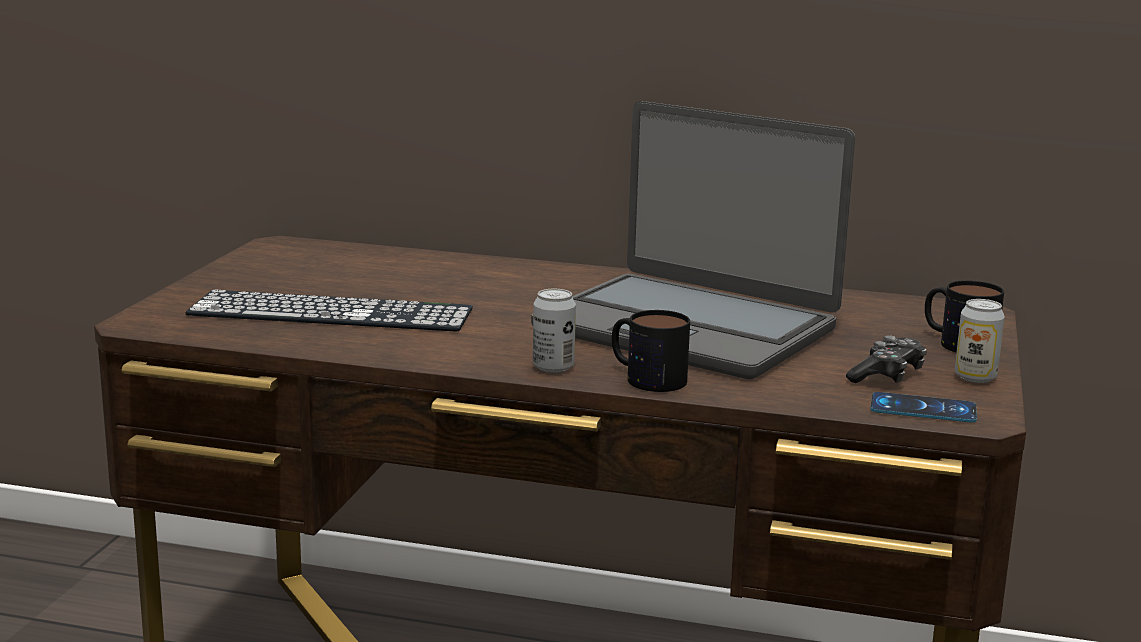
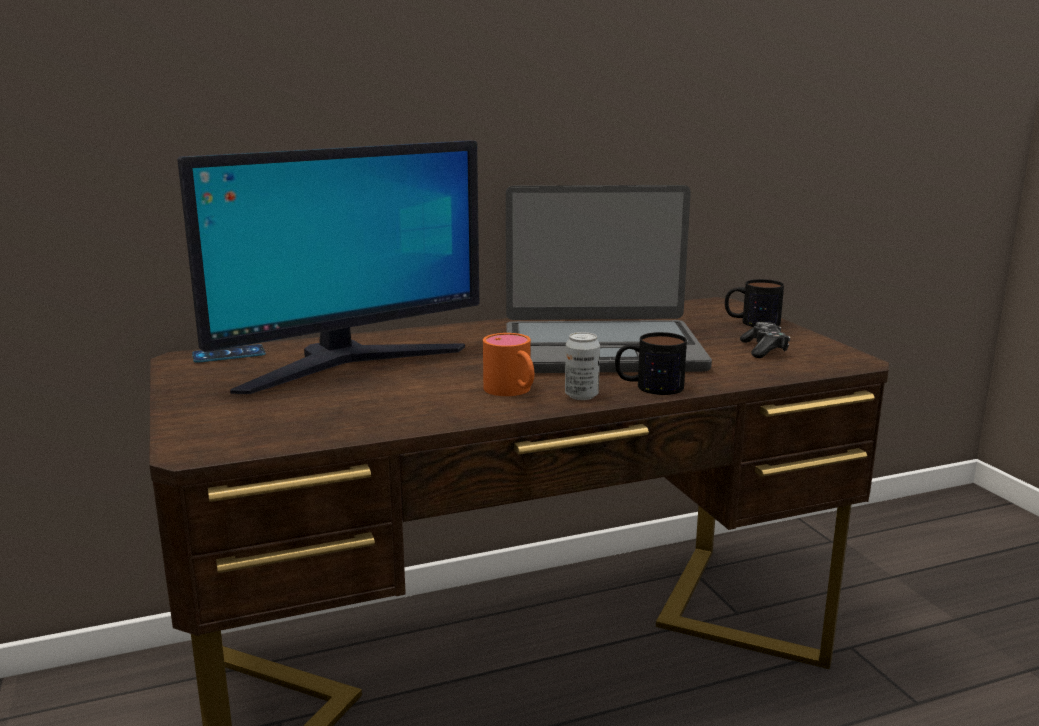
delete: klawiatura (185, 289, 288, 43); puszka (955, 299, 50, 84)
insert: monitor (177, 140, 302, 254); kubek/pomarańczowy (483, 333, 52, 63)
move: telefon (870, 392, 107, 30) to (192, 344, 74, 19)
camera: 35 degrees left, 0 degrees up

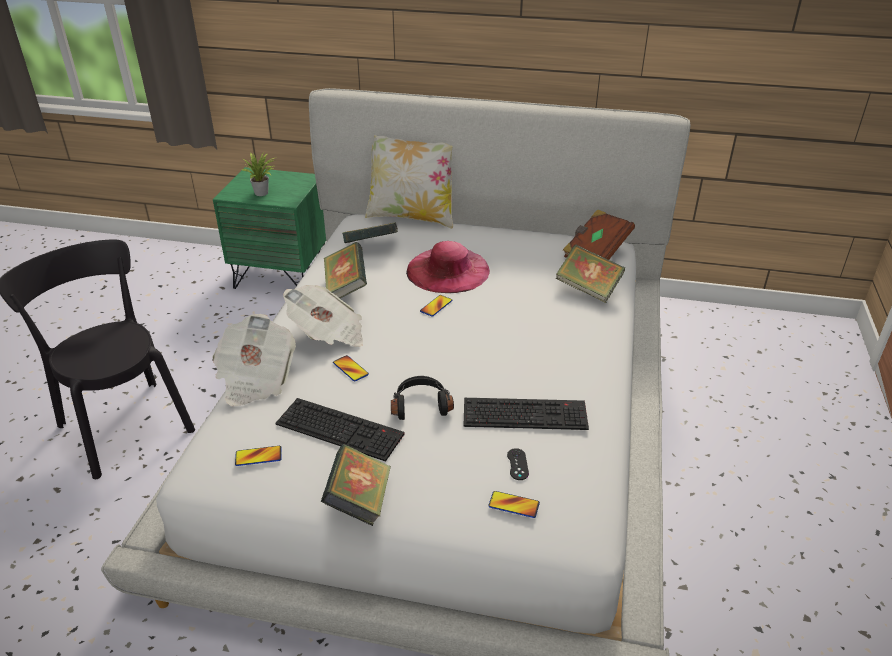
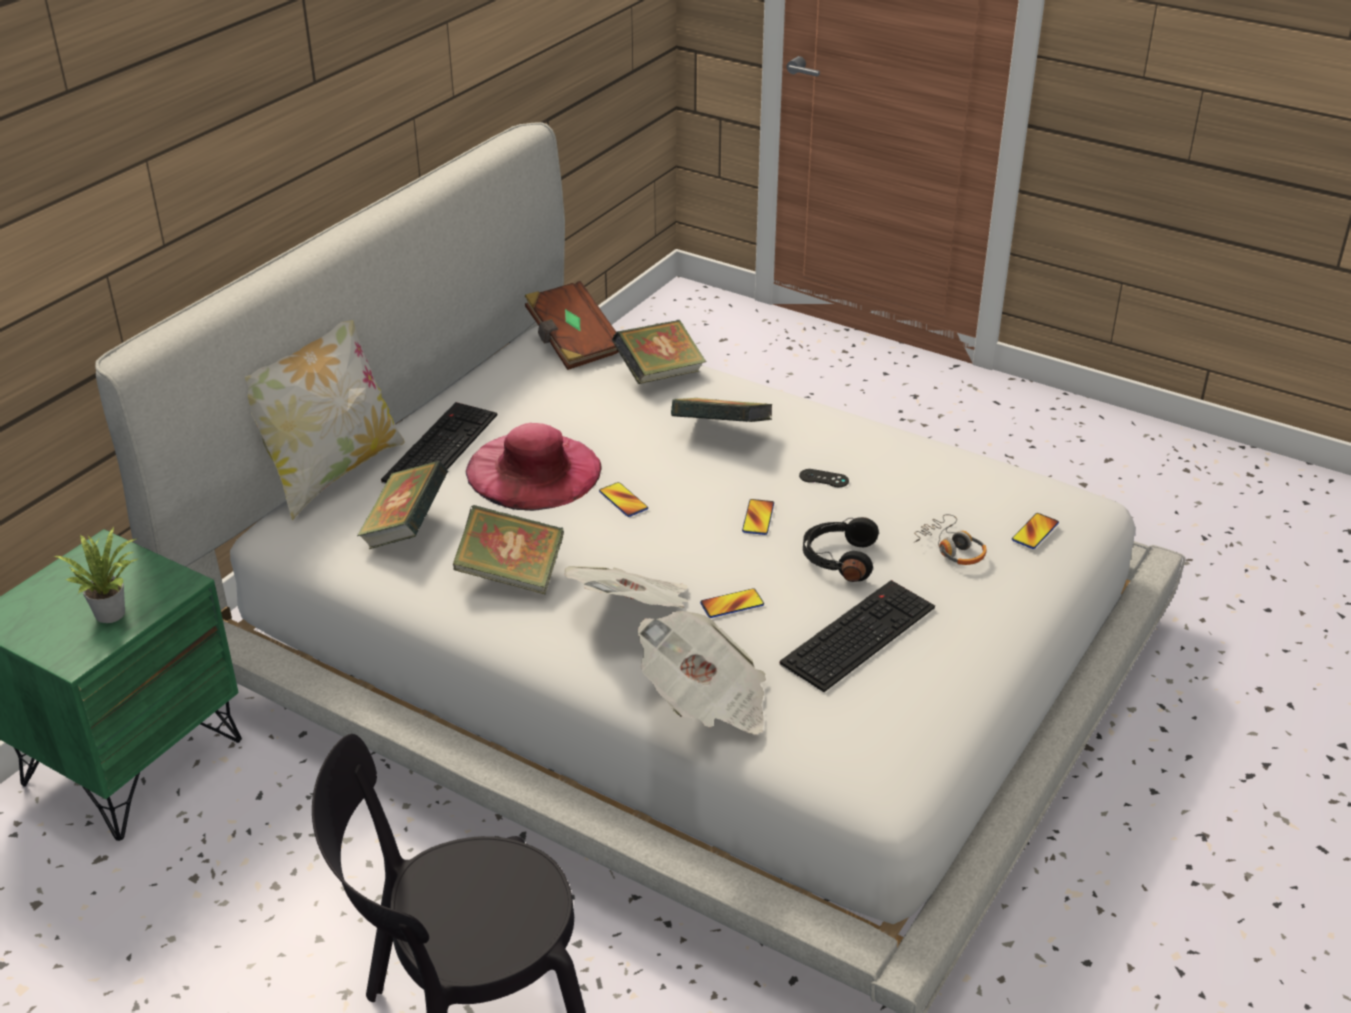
insert: słuchawki (914, 514, 73, 51)
move: klawiatura (464, 398, 125, 32) to (381, 402, 116, 82); książka (321, 444, 70, 82) to (671, 398, 101, 24); telefon (235, 446, 46, 20) to (742, 499, 32, 36); pad do gier/czarny (507, 448, 22, 32) to (799, 469, 50, 18)
camera: 70 degrees left, 0 degrees up

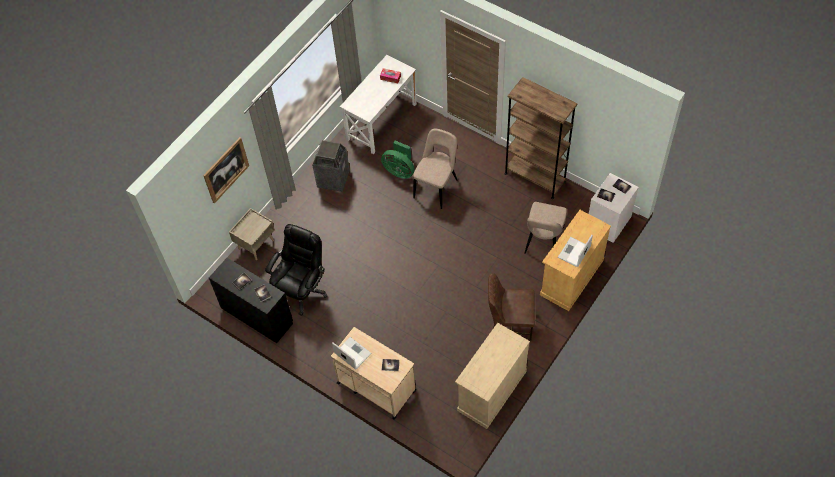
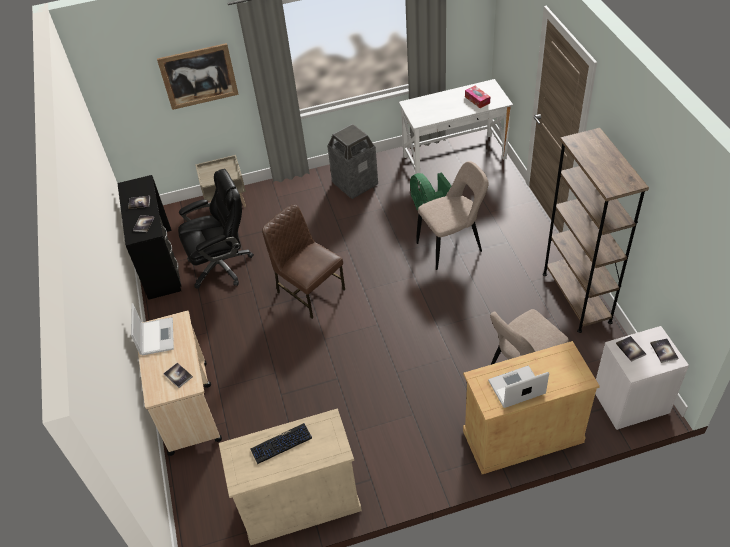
insert: klawiatura (250, 423, 62, 41)
move: krzesło/brązowy (488, 273, 47, 67) to (262, 205, 83, 114)
camera: 40 degrees right, 10 degrees down

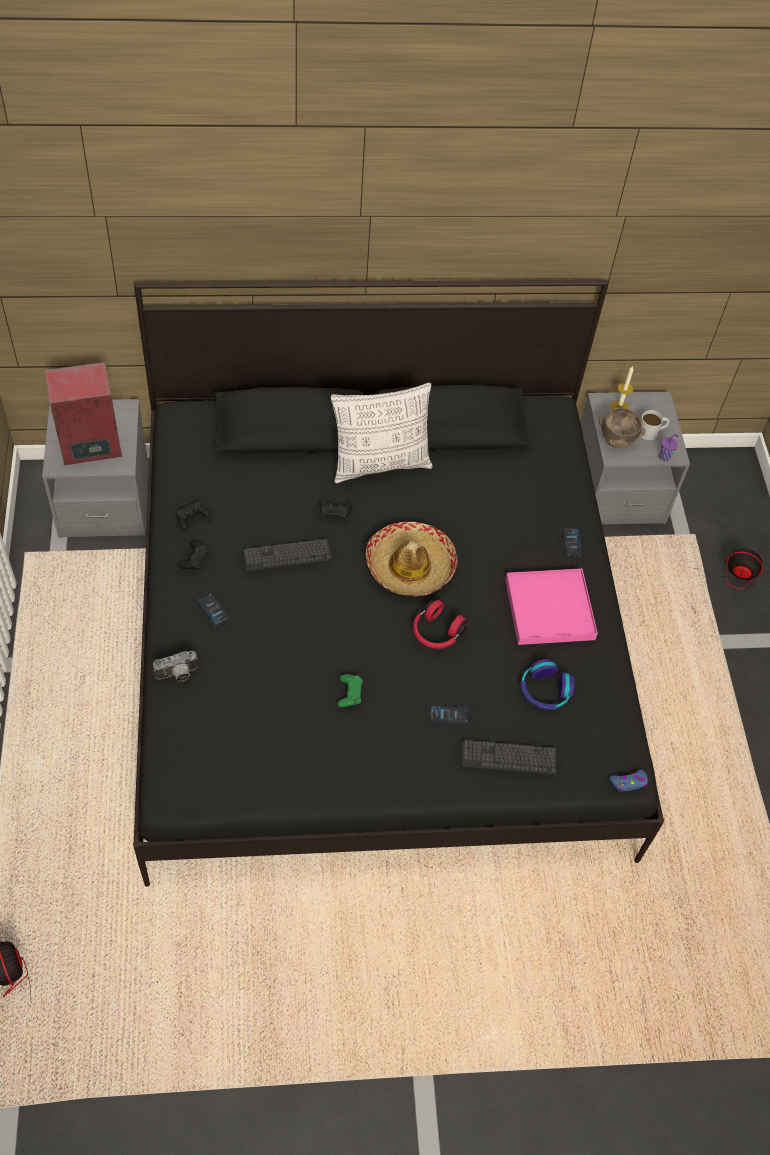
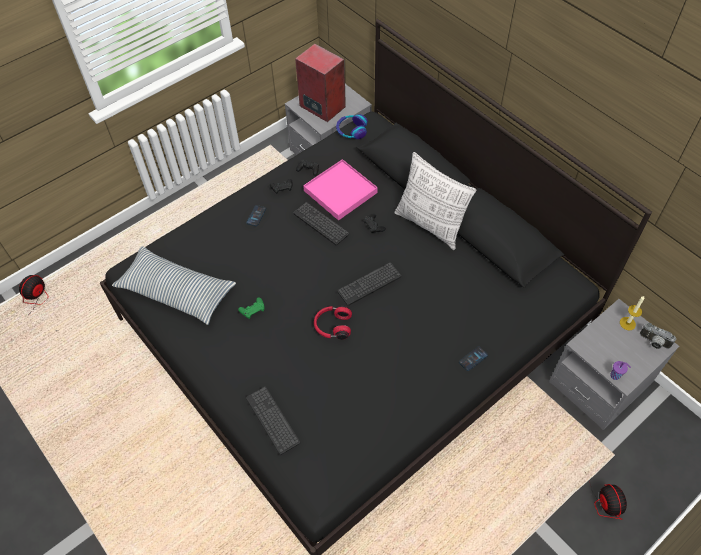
delete: telefon (430, 705, 39, 19); miska/brązowy (599, 408, 47, 40); pad do gier/niebieski (609, 769, 39, 23); kubek/biały (641, 410, 29, 30)
insert: poduszka (112, 246, 124, 79)
move: taca/różowy (505, 569, 93, 76) to (303, 159, 75, 62); słuchawki (521, 659, 54, 51) to (336, 114, 32, 25); aparat fotograficzny (153, 651, 45, 31) to (640, 323, 36, 26)
replace: kapelusz (366, 522, 92, 74) to klawiatura (337, 262, 64, 44)
camera: 60 degrees right, 0 degrees up

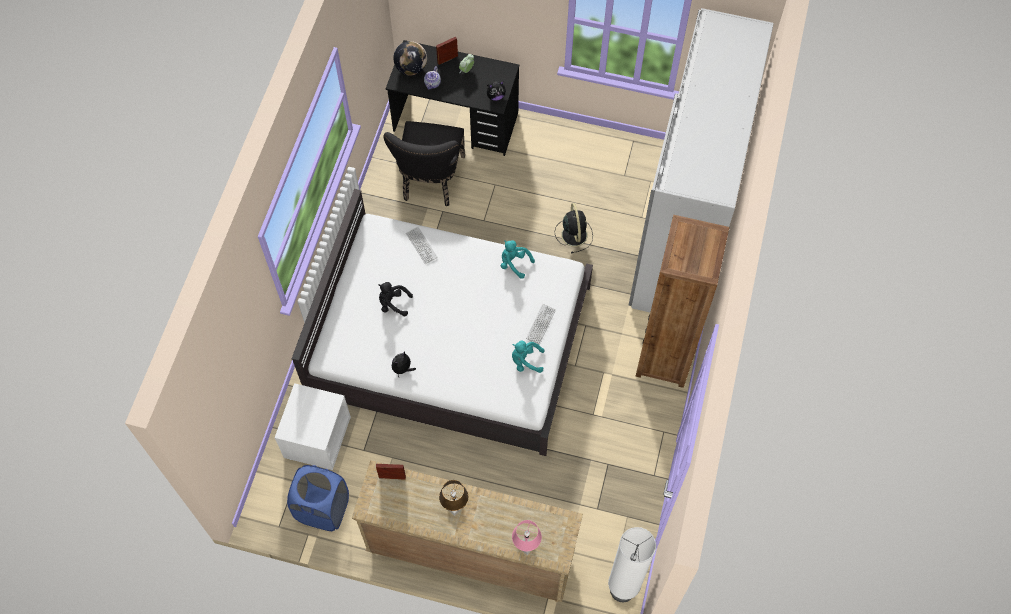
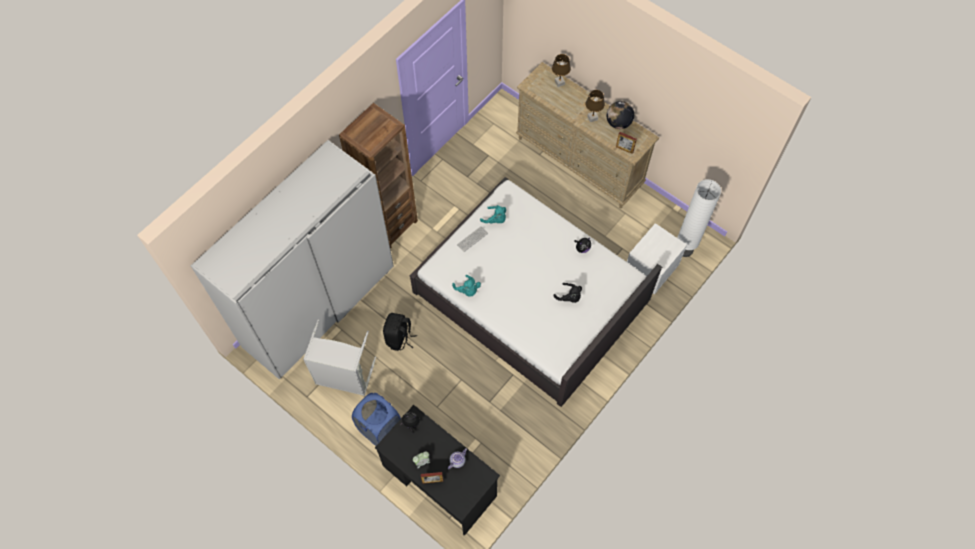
delete: krzesło/czarny (383, 121, 82, 85); klawiatura (406, 227, 32, 37)
insert: kosz na pranie/szary (303, 319, 73, 77)
move: kosz na pranie/niebieski (287, 465, 62, 66) to (352, 393, 49, 53); globus (393, 41, 34, 35) to (606, 101, 28, 28); lampa stojąca/biały (608, 527, 48, 76) to (677, 179, 44, 78)
replace: wentylator/czarny (554, 203, 39, 51) to plecak/czarny (383, 313, 34, 38)
recolor: lampa stołowa/różowy (512, 520, 30, 35) to lampa stołowa/brązowy (552, 54, 19, 33)
camera: 155 degrees left, 0 degrees up

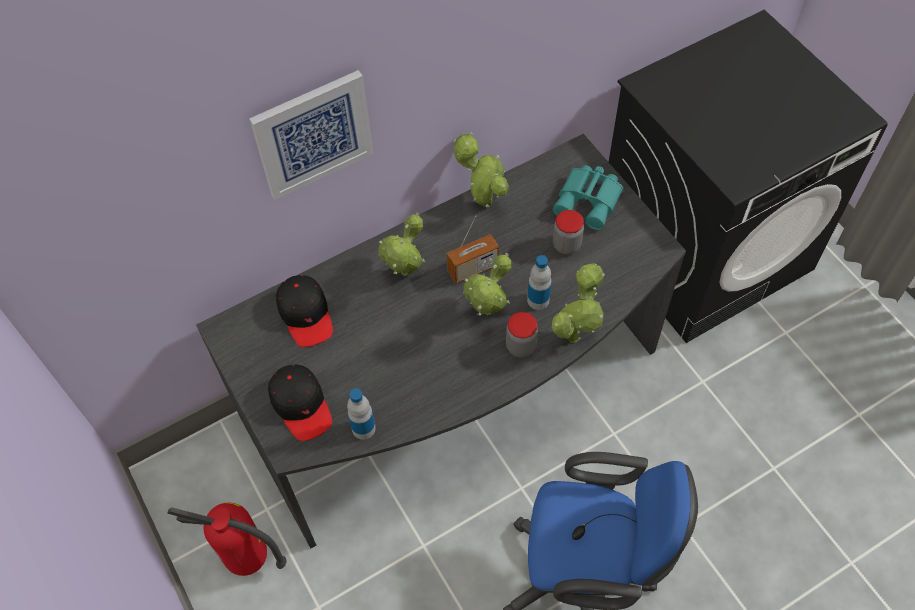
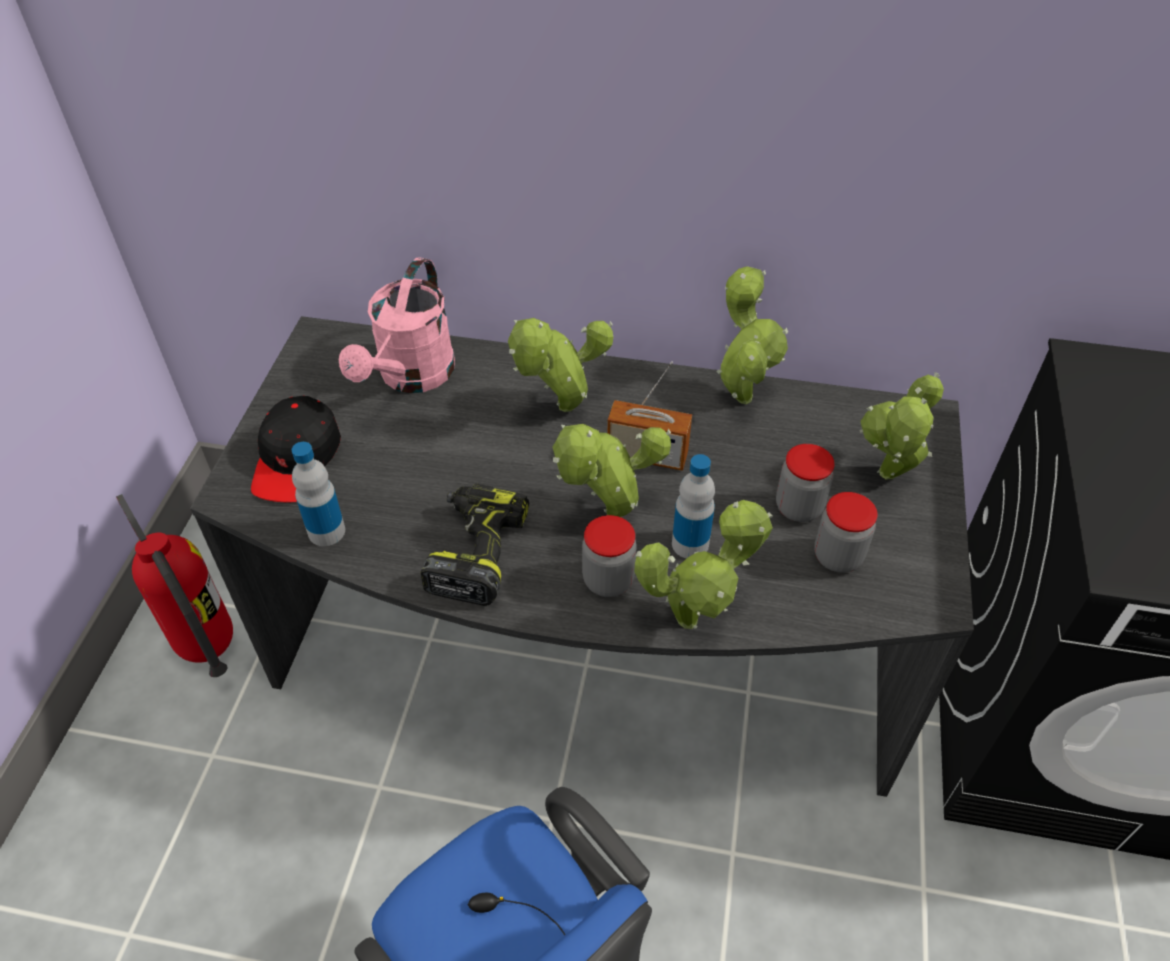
delete: obraz (249, 70, 125, 130)
insert: wiertarka (420, 483, 109, 123); słoik (814, 492, 63, 81)
replace: czapka z daszkiem/czarny (276, 275, 57, 72) to konewka/różowy (339, 257, 116, 136); lornetka/turkusowy (553, 165, 70, 65) to roślina doniczkowa (860, 372, 84, 108)
camera: 40 degrees right, 10 degrees down

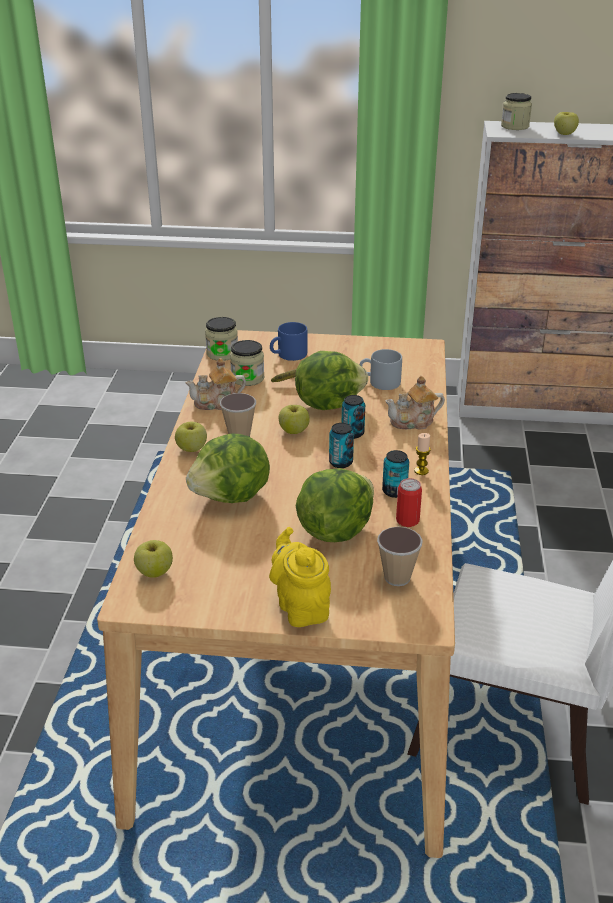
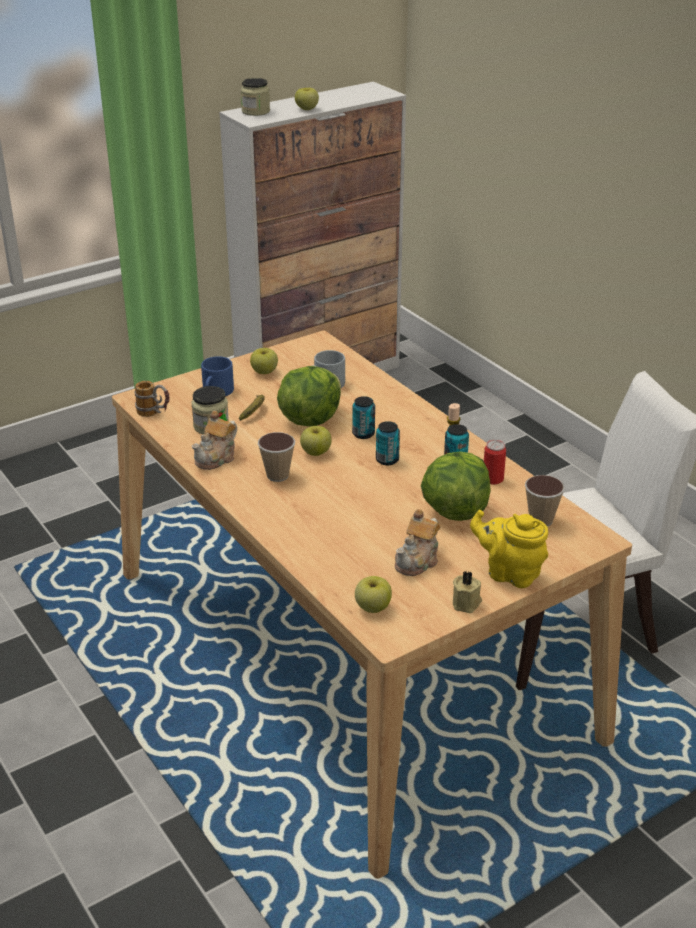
delete: sałata (186, 434, 84, 69)
insert: świeca/beżowy (453, 571, 29, 42)
move: jabłko (175, 422, 32, 30) to (250, 348, 28, 26); imbryk (385, 376, 60, 53) to (395, 509, 45, 67)
replace: słoik (205, 317, 33, 44) to kubek (135, 381, 35, 36)
camera: 40 degrees left, 0 degrees up

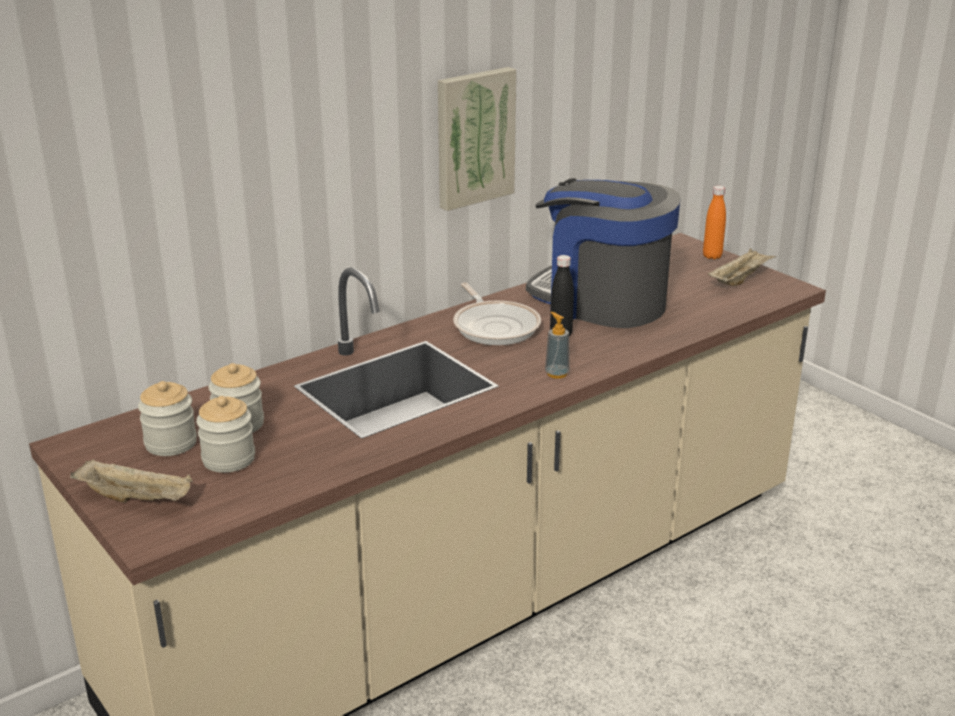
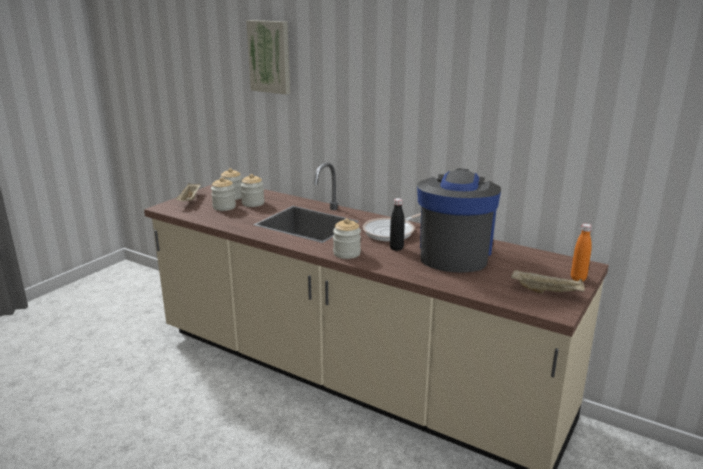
move: obraz (438, 67, 78, 144) to (246, 20, 44, 75)
replace: dozownik mydła (545, 312, 25, 67) to słoik (333, 218, 28, 41)
camera: 70 degrees right, 5 degrees down

